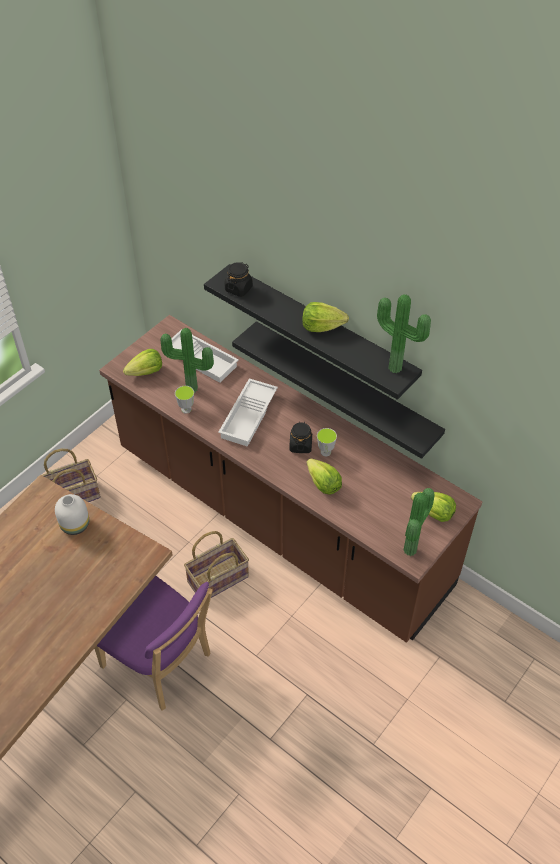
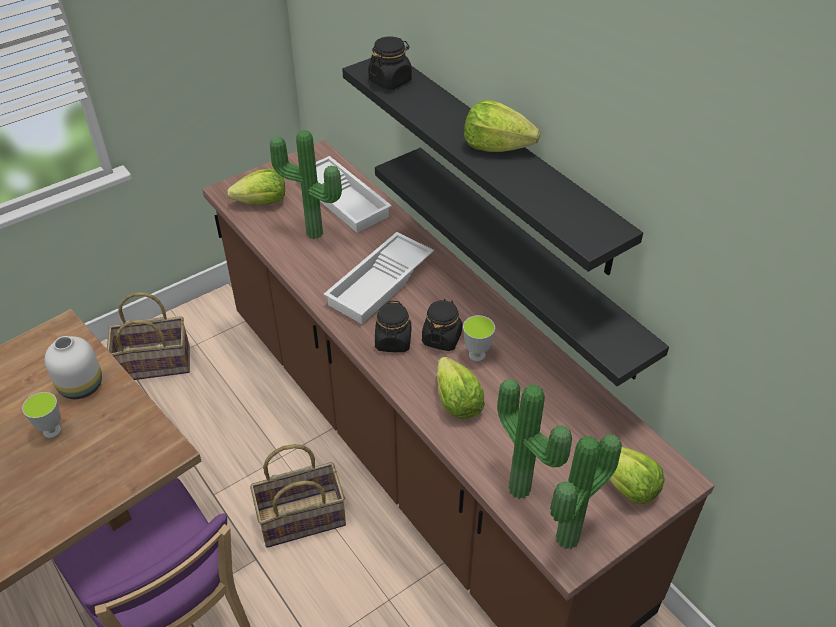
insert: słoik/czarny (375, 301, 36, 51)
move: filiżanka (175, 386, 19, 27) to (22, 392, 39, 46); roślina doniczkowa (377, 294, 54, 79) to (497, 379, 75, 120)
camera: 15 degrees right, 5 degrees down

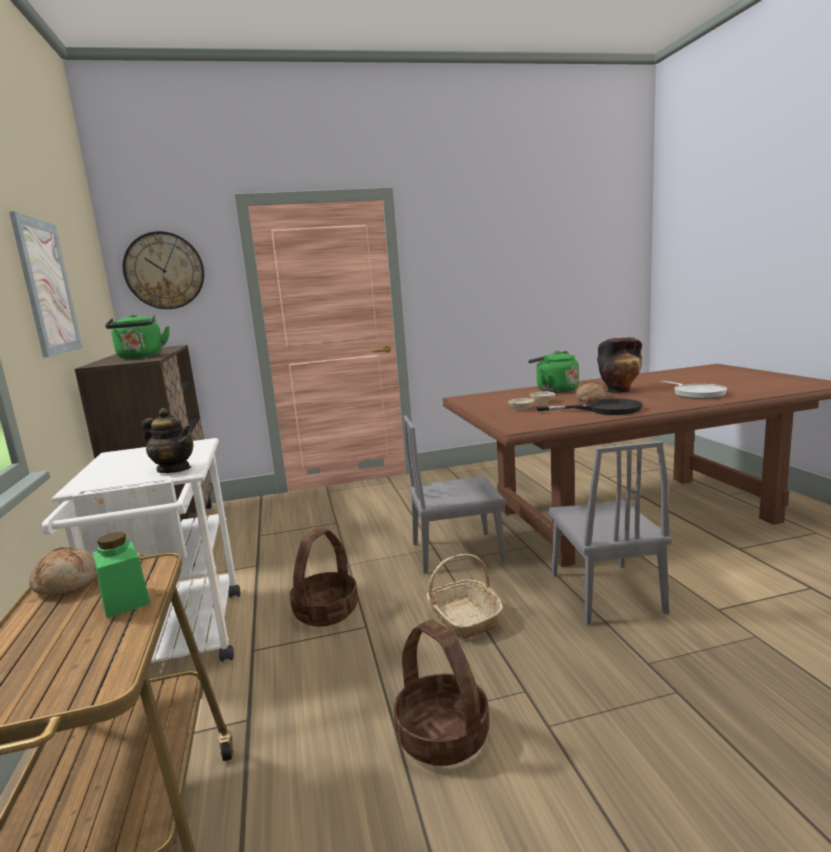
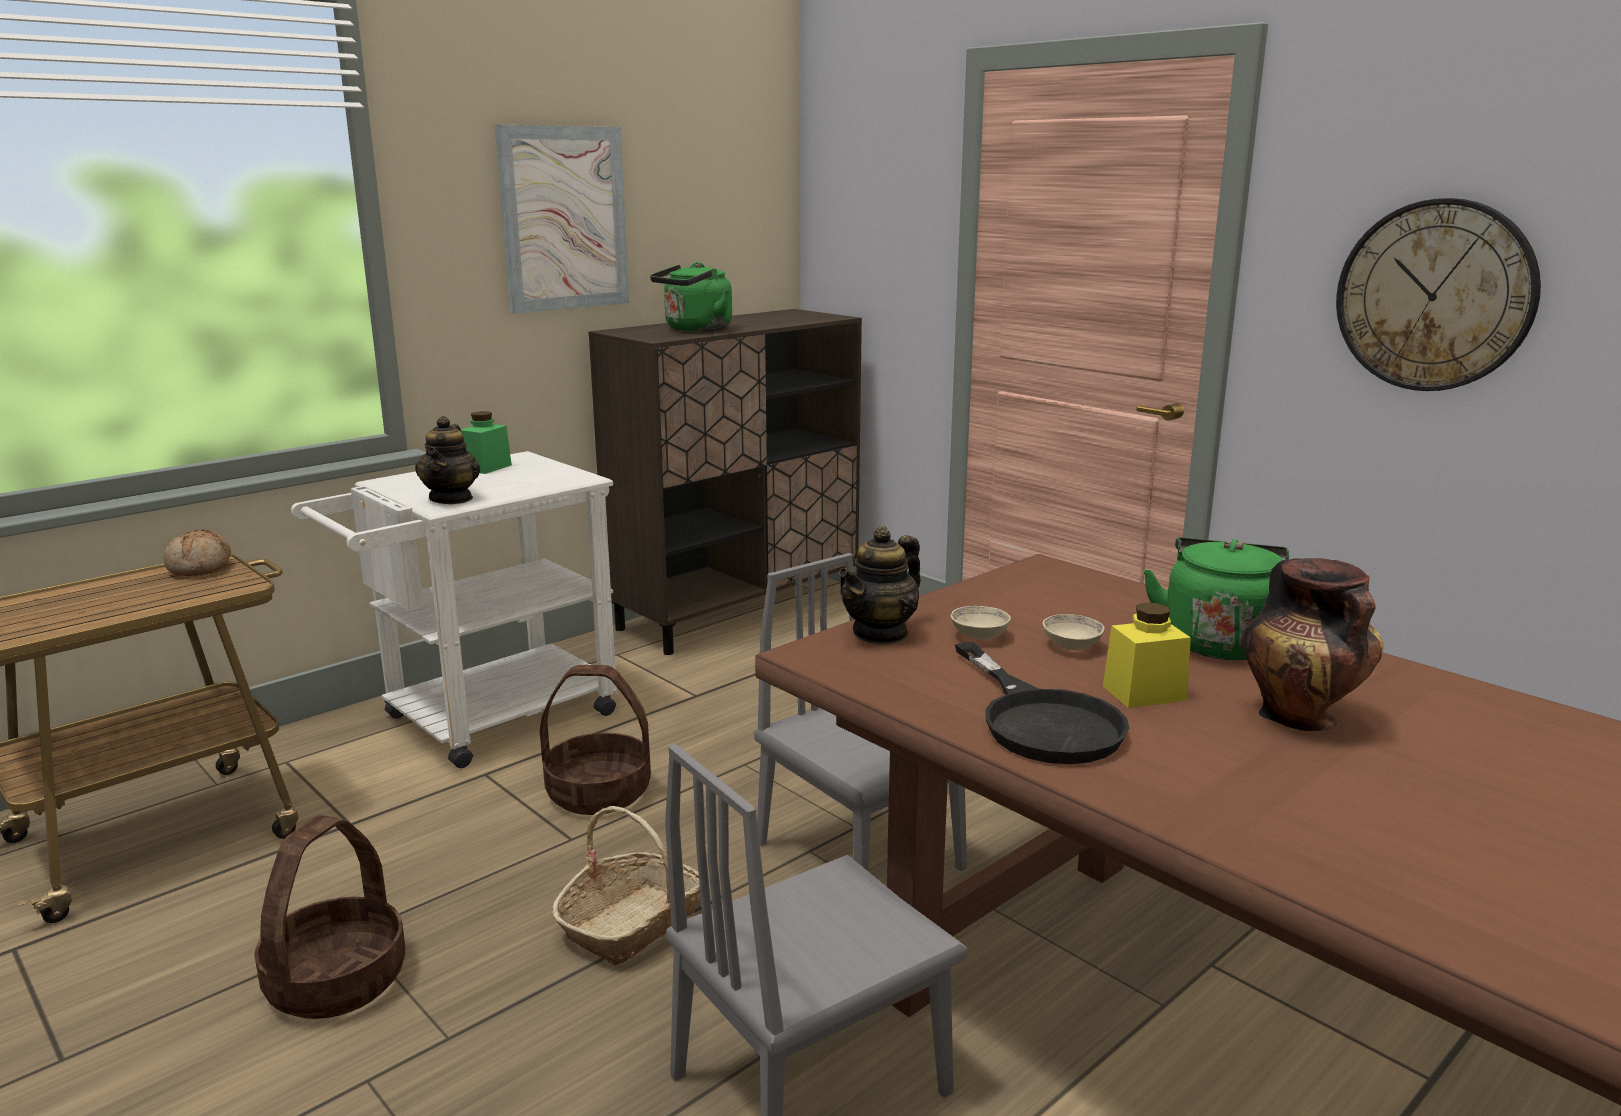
delete: patelnia (660, 381, 67, 18)
insert: imbryk (839, 526, 82, 119)
move: słoik/zielony (93, 532, 58, 86) to (461, 411, 51, 63); zegar ścienny (123, 231, 81, 78) to (1336, 198, 205, 193)
replace: chleb (575, 381, 31, 22) to słoik/żółty (1103, 603, 88, 105)
camera: 60 degrees right, 5 degrees up

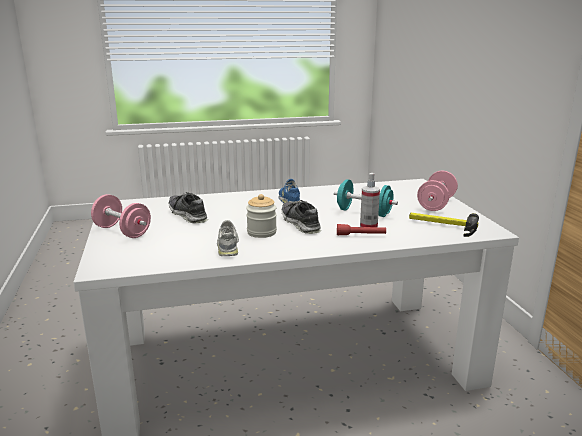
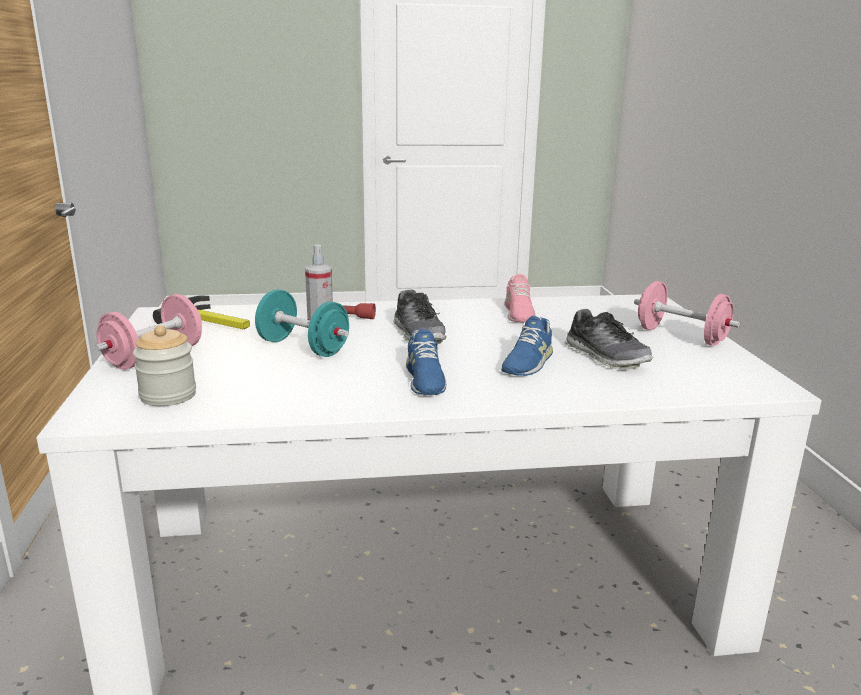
insert: but/niebieski (501, 316, 52, 60)
move: słoik (246, 194, 31, 44) to (133, 325, 63, 81)
recolor: but/szary (217, 220, 22, 36) to but/różowy (505, 274, 31, 48)
camera: 175 degrees left, 0 degrees up

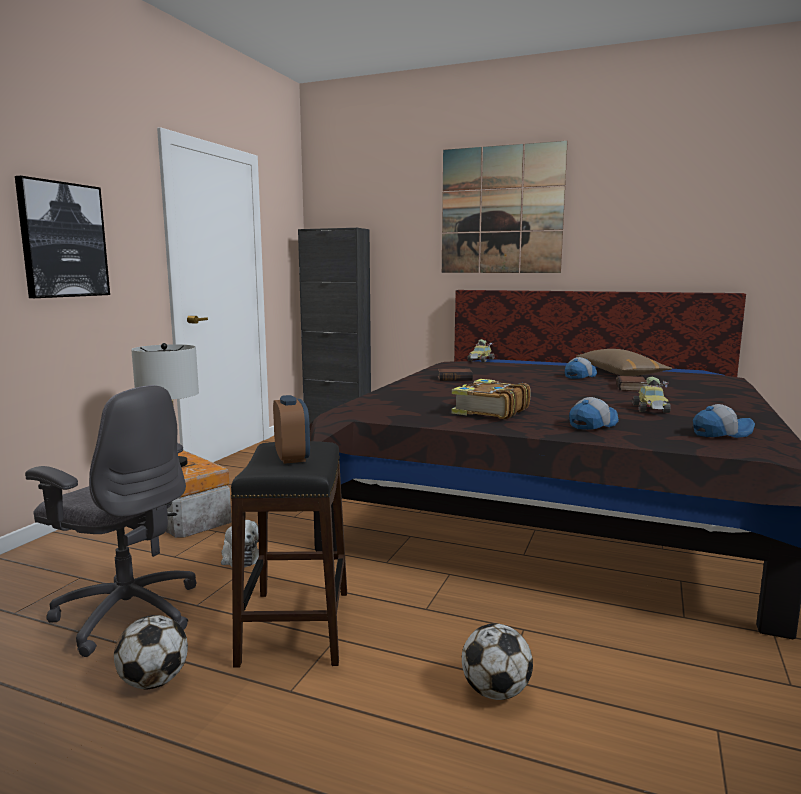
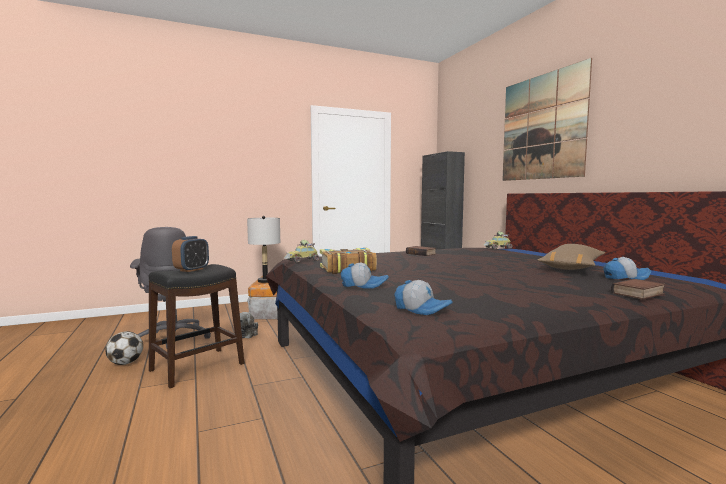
delete: obraz (15, 176, 95, 122); piłka futbolowa (462, 623, 71, 77)
move: samochodzik (632, 377, 39, 36) to (284, 240, 36, 23); czapka z daszkiem (565, 357, 32, 22) to (603, 257, 48, 23); książka (616, 376, 31, 15) to (611, 279, 55, 21)
camera: 45 degrees right, 5 degrees down

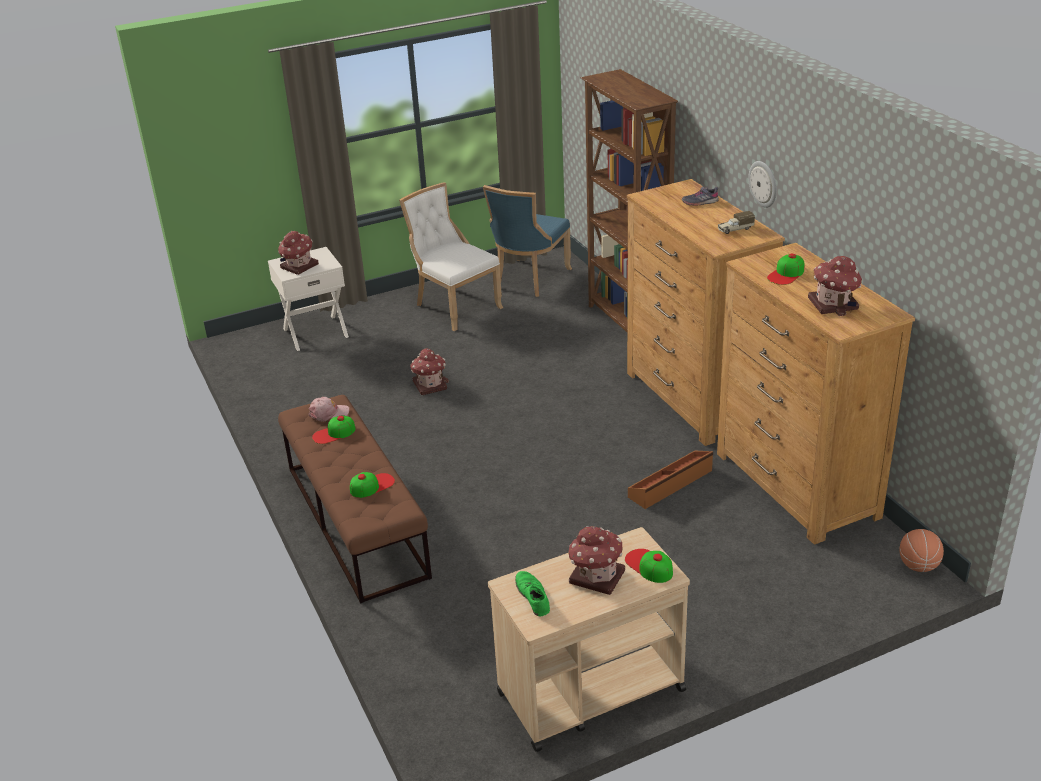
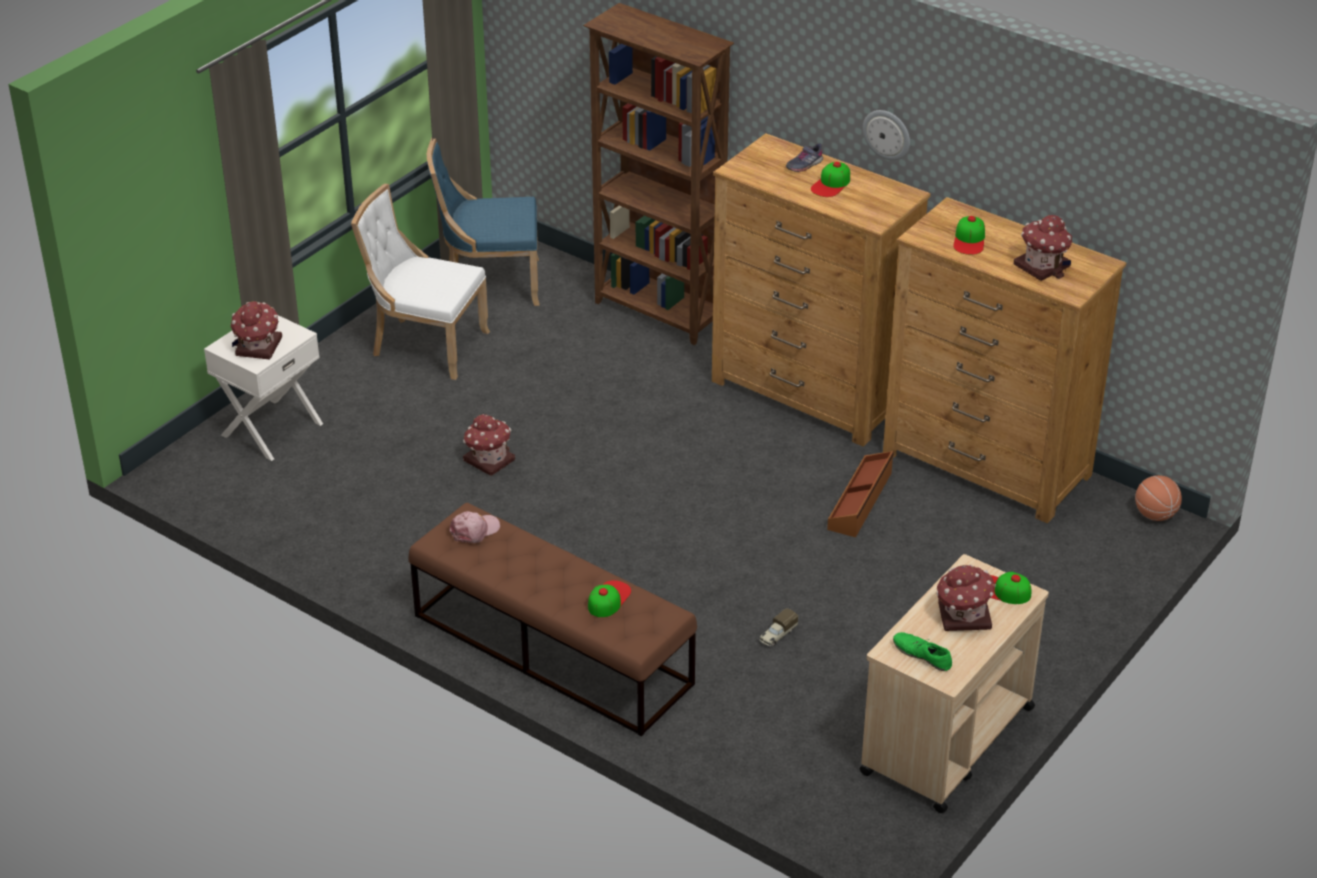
move: ciężarówka zabawkowa (718, 211, 37, 23) to (759, 608, 39, 39); czapka z daszkiem (312, 416, 43, 28) to (811, 162, 39, 35)
rotate: krzesło/niebieski (483, 185, 89, 112) = (427, 138, 112, 168) 90 degrees clockwise
camera: 30 degrees left, 5 degrees up

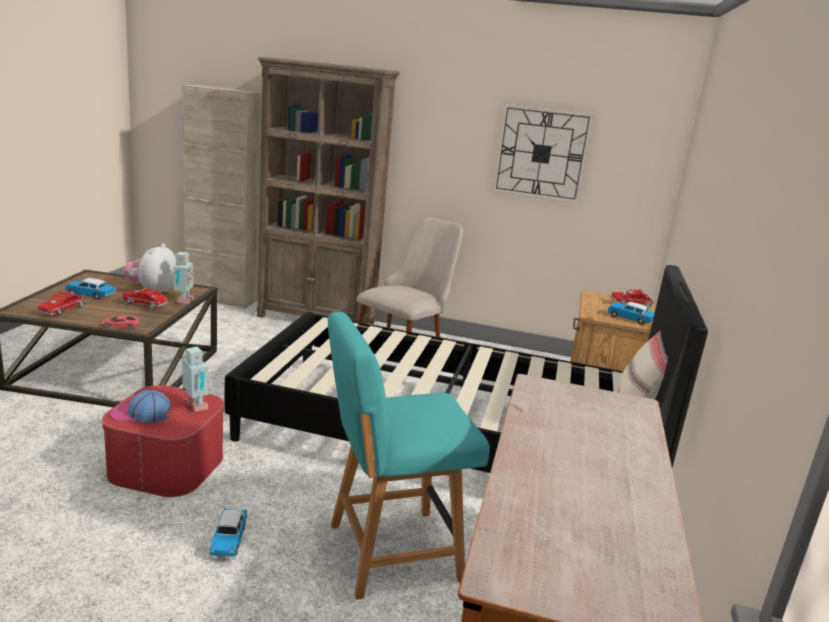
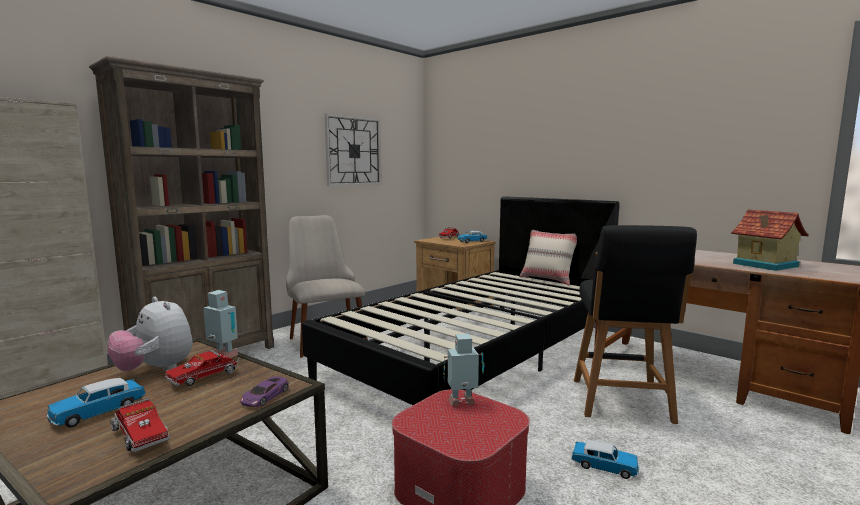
delete: czapka z daszkiem (110, 390, 61, 33)
insert: domek (731, 210, 78, 61)
recolor: samochodzik/czerwony (101, 316, 39, 13) to samochodzik/fioletowy (240, 376, 49, 31); krzesło/turkusowy (328, 312, 162, 288) to krzesło/czarny (574, 225, 123, 199)
camera: 60 degrees left, 10 degrees down

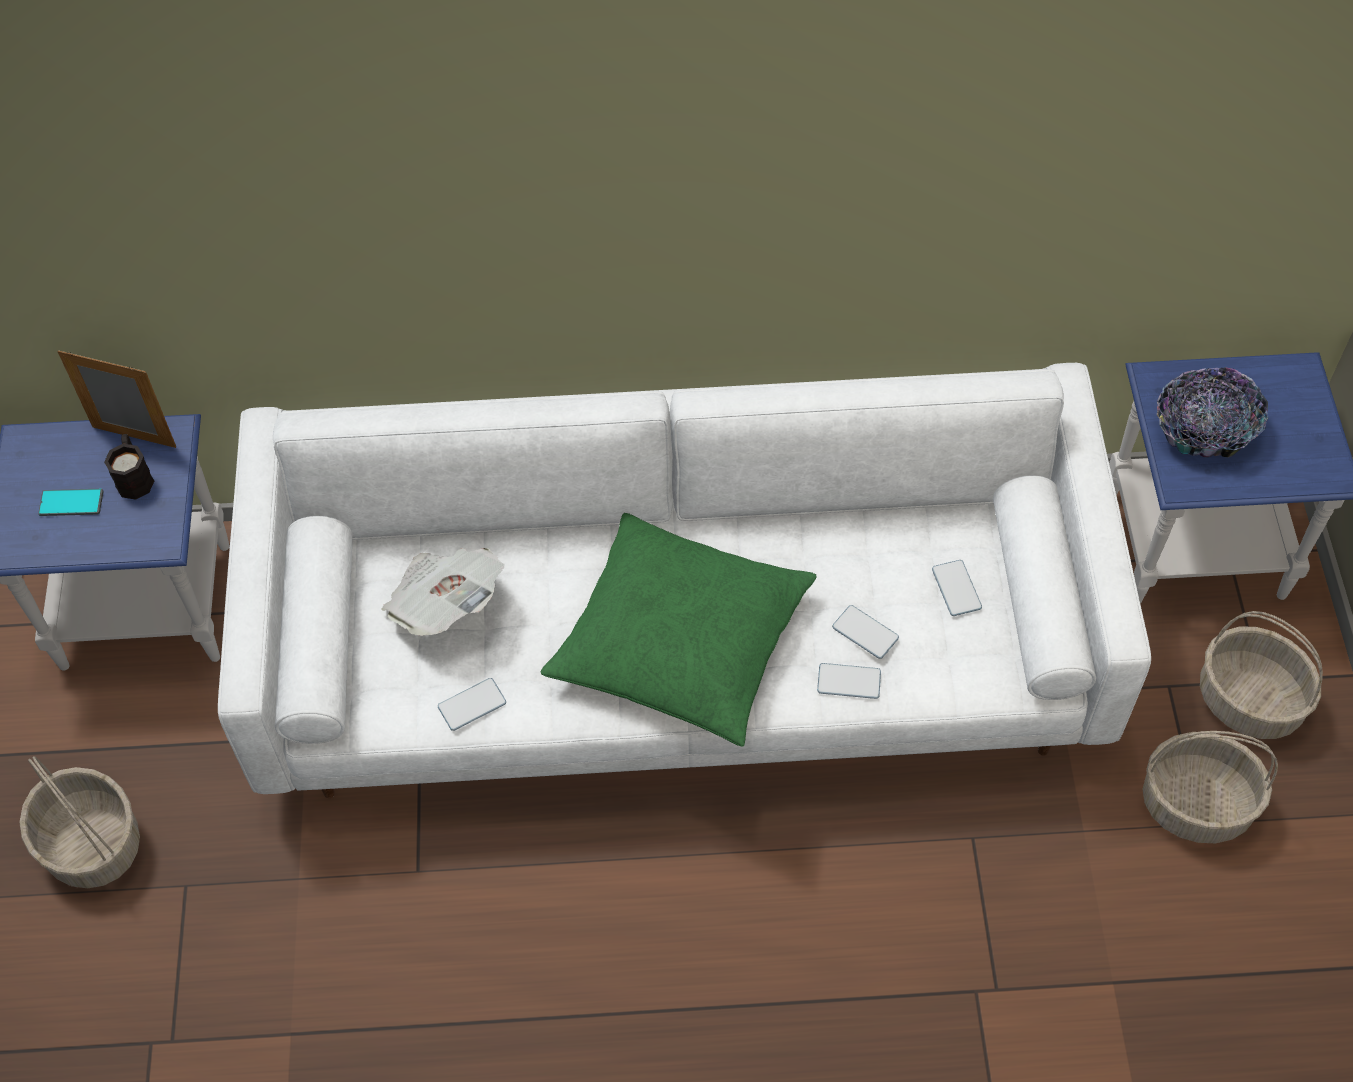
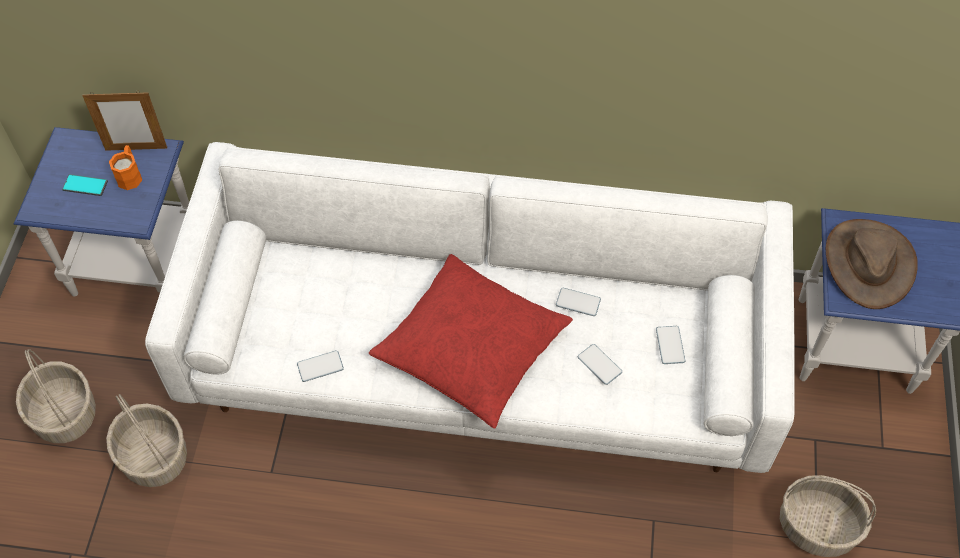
delete: gazeta (381, 548, 123, 88)
move: koszyk (1200, 611, 123, 128) to (106, 394, 81, 93); telefon (817, 663, 64, 36) to (556, 288, 45, 28)
replace: miska (1157, 368, 111, 90) to kapelusz/brązowy (826, 219, 92, 90)
recolor: kubek/czarny (104, 434, 50, 66) to kubek/pomarańczowy (109, 145, 33, 45); poduszka/zielony (541, 513, 276, 234) to poduszka/czerwony (369, 254, 204, 175)
rotate: ramka na zdjęcie (57, 350, 119, 98) = (82, 91, 85, 60) 150 degrees clockwise
camera: 10 degrees right, 0 degrees up

